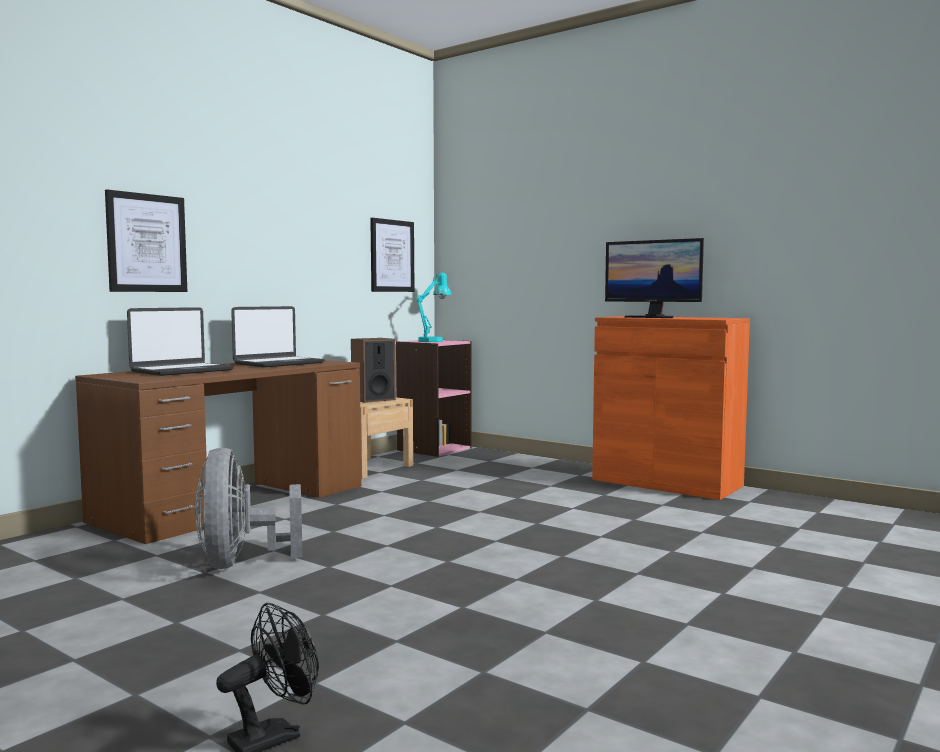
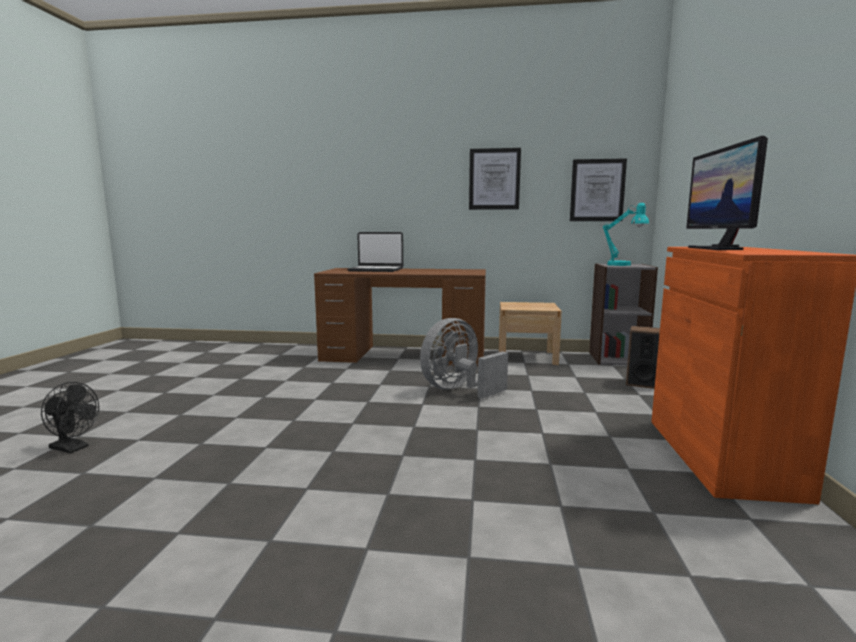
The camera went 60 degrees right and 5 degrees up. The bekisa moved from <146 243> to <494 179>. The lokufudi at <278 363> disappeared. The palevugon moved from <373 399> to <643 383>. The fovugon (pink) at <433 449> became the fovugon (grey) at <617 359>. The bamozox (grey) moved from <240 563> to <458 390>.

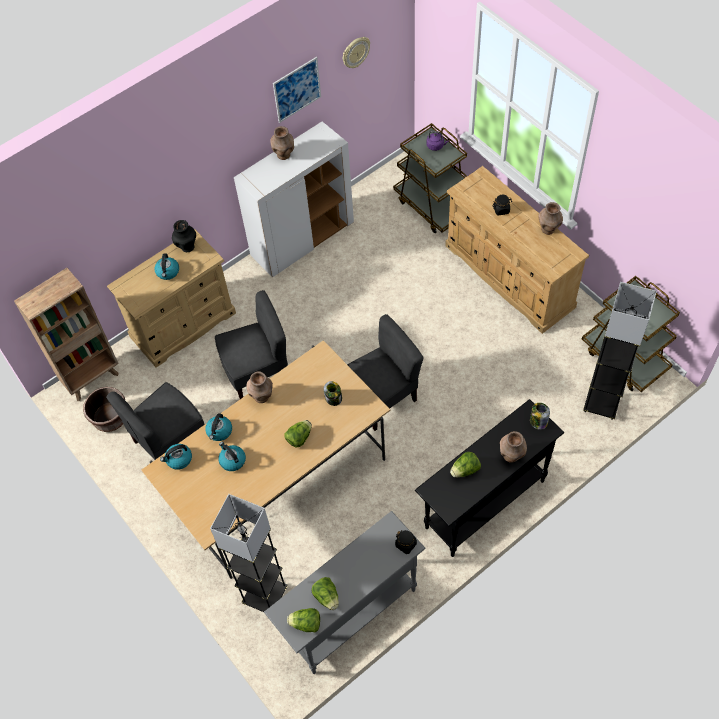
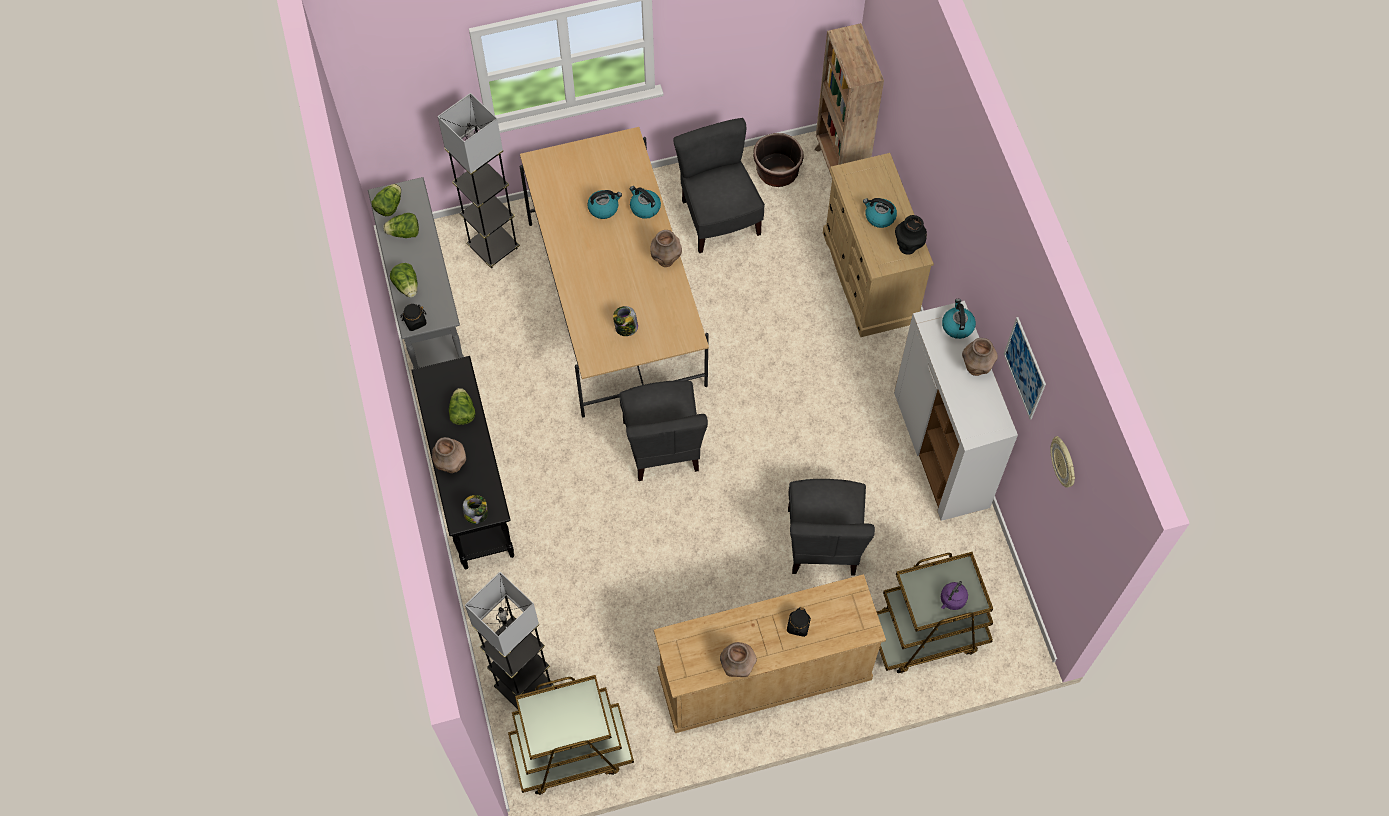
The camera went 110 degrees right and 5 degrees up. The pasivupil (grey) moved from <257 371> to <823 542>. The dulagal moved from <299 437> to <407 286>. The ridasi moved from <179 459> to <957 325>.

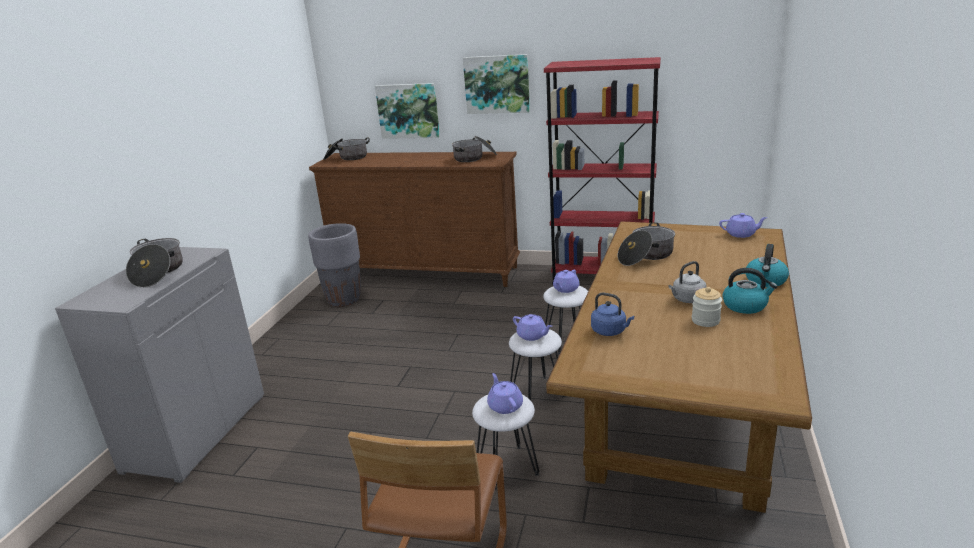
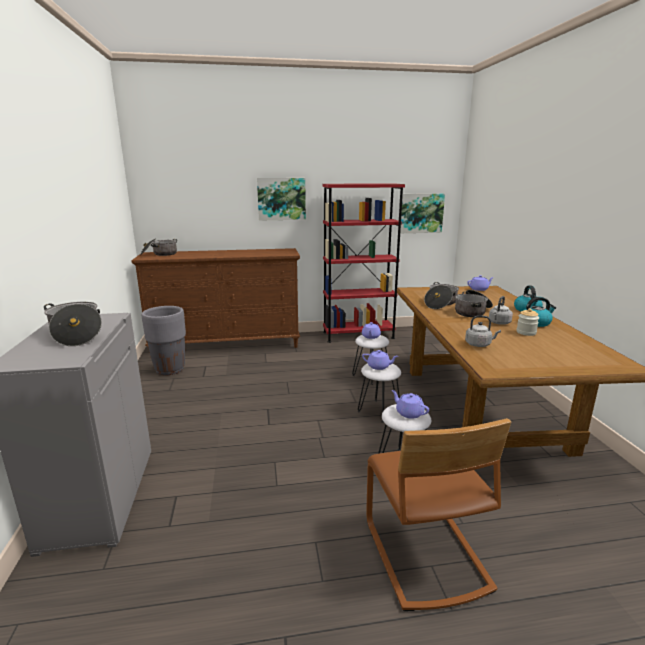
The camera went 25 degrees left and 5 degrees down. The bekisa moved from <408 111> to <420 213>. The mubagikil moved from <475 158> to <472 312>. The ridasi (blue) at <610 331> became the ridasi (grey) at <479 344>.

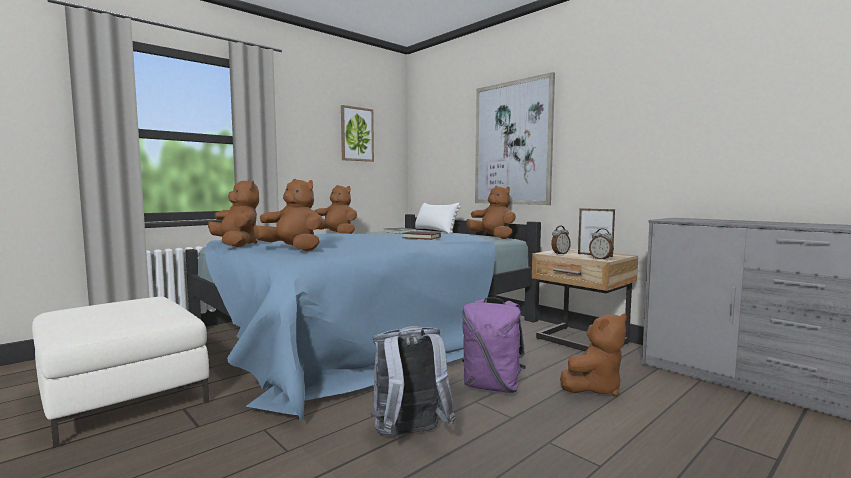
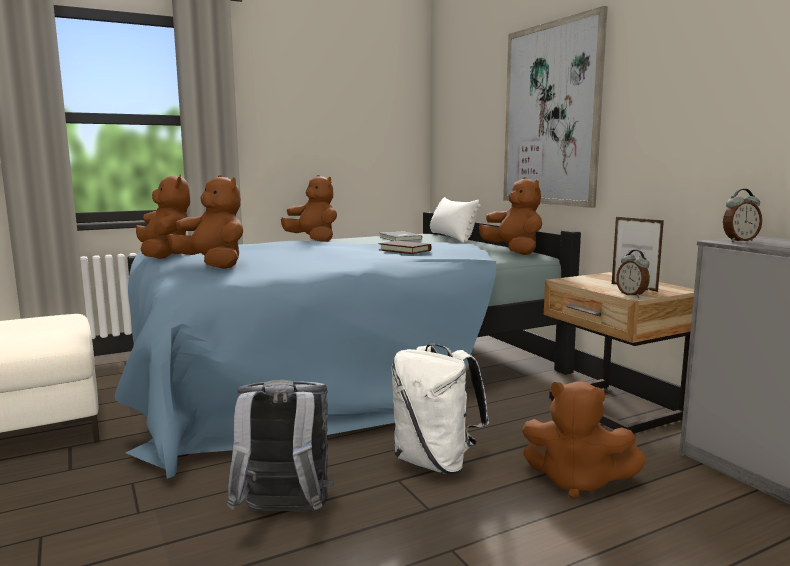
The camera went 15 degrees right and 5 degrees up. The bekisa at <356 134> disappeared. The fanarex moved from <560 254> to <739 241>. The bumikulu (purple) at <492 386> became the bumikulu (white) at <436 462>. The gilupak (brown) at <594 388> turned 45 degrees clockwise.

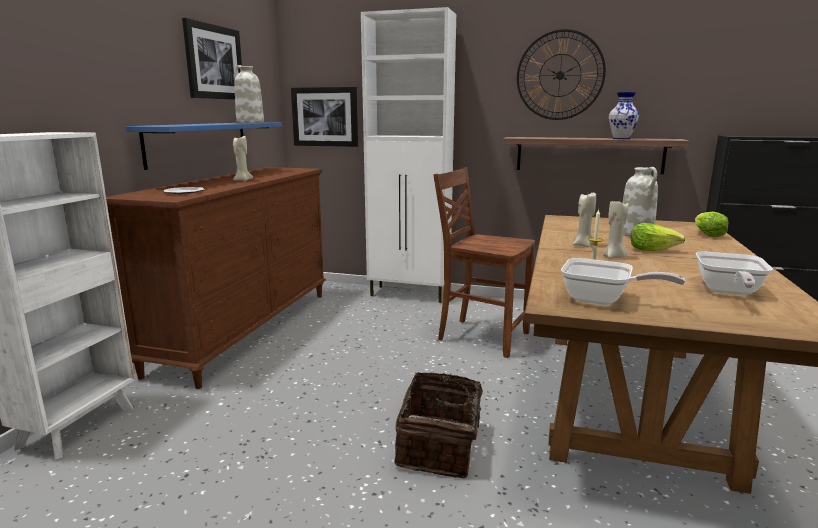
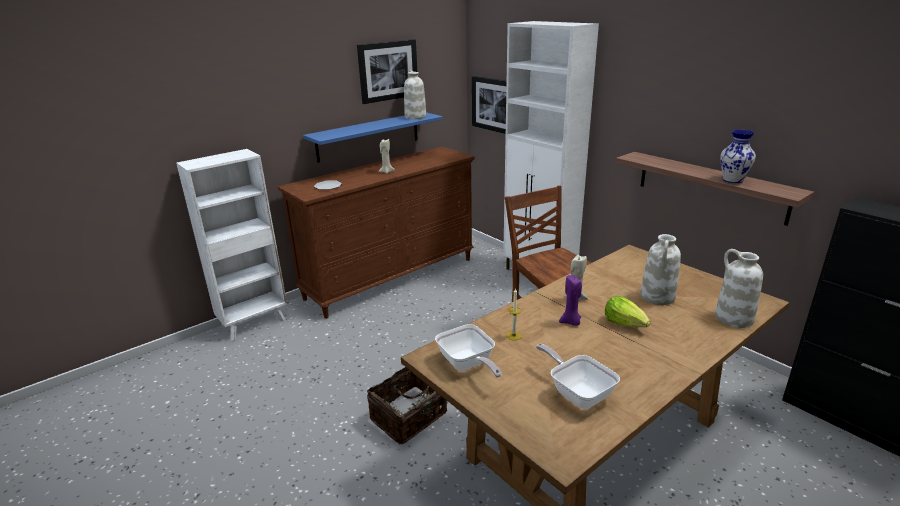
The camera went 35 degrees right and 10 degrees up. The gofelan at <560 75> disappeared. The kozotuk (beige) at <614 257> became the kozotuk (purple) at <571 322>. The dulagal at <707 235> was replaced by the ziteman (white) at <733 318>. The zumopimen at <727 292> turned 90 degrees clockwise.

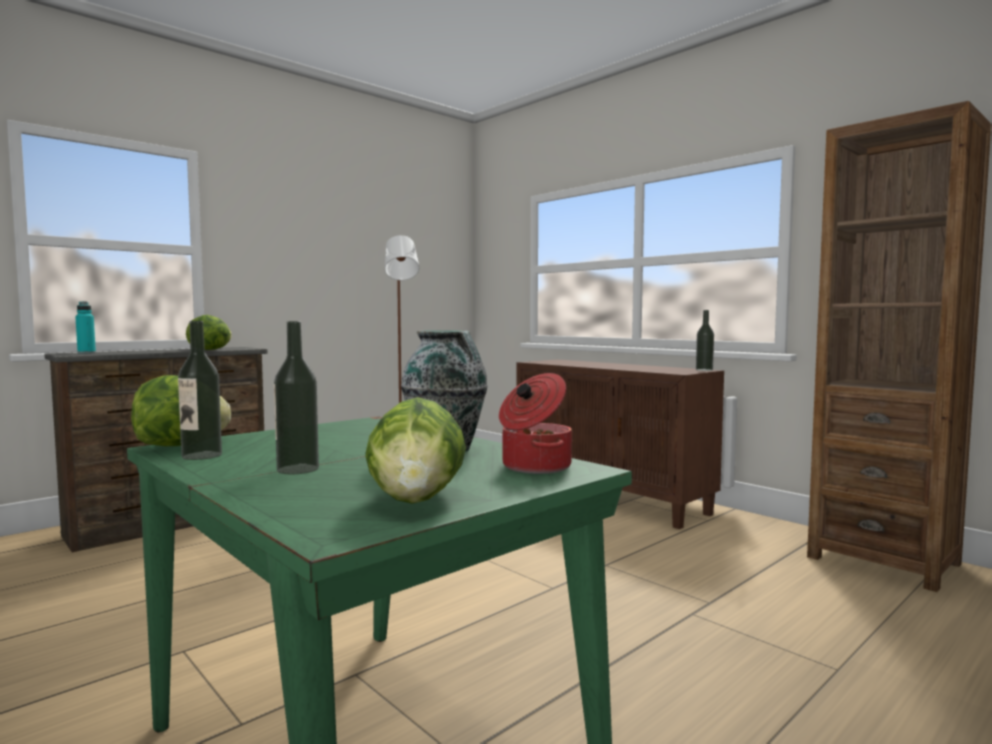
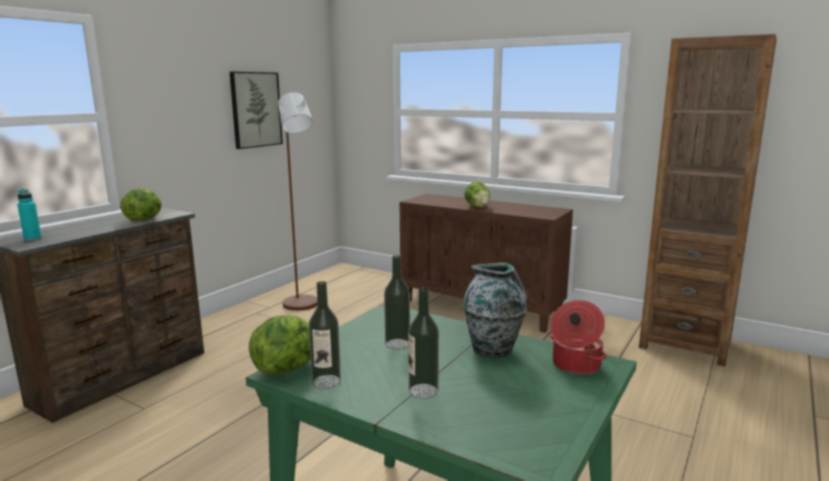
The camera went 15 degrees left and 10 degrees up. The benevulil moved from <704 370> to <397 344>. The dulagal moved from <417 499> to <477 207>. The bekisa at <255 109> appeared.

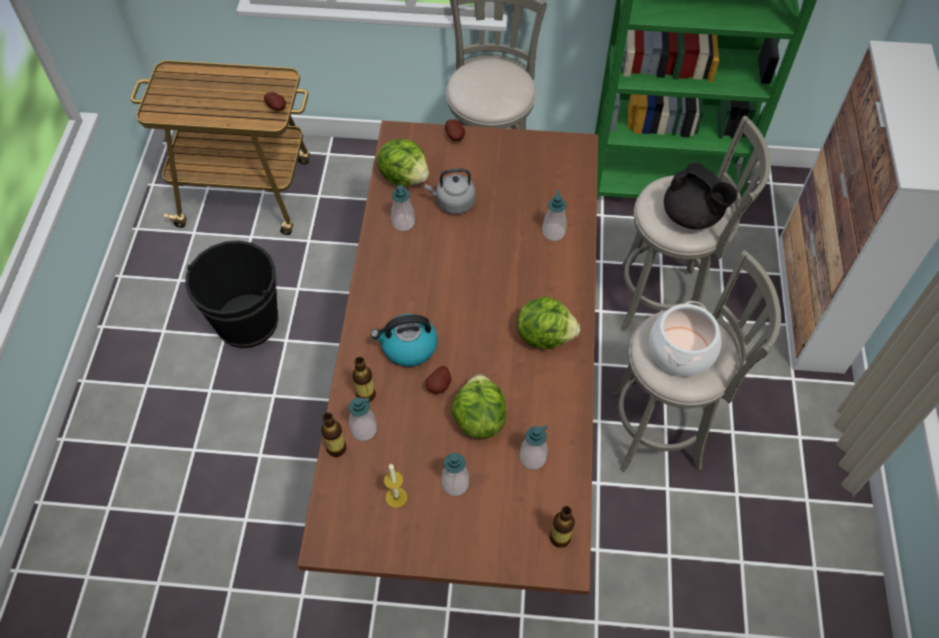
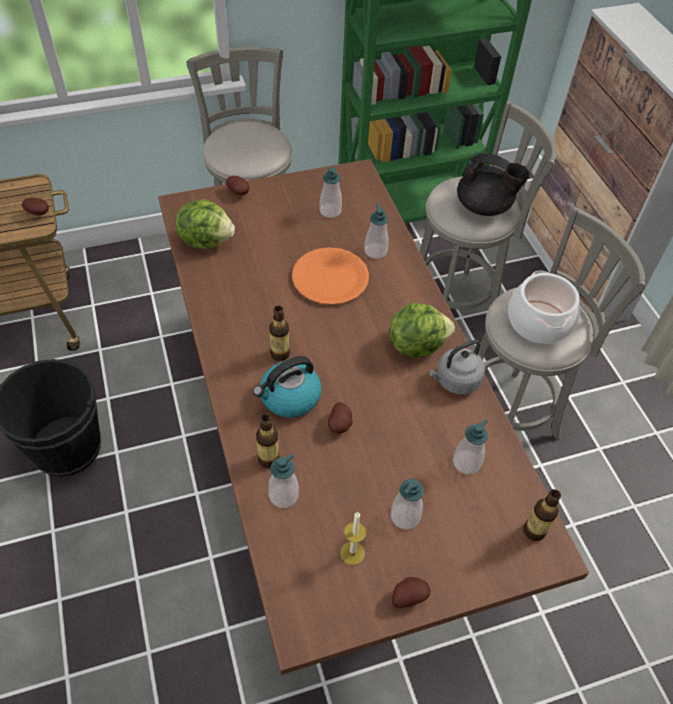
The camera went 25 degrees left and 5 degrees down. The ridasi (grey) moved from <453 203> to <455 381>. The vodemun moved from <403 223> to <330 211>. The dulagal at <479 419> disappeared. The benevulil moved from <336 448> to <280 354>. The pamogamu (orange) at <330 277> appeared. The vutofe at <408 596> appeared.

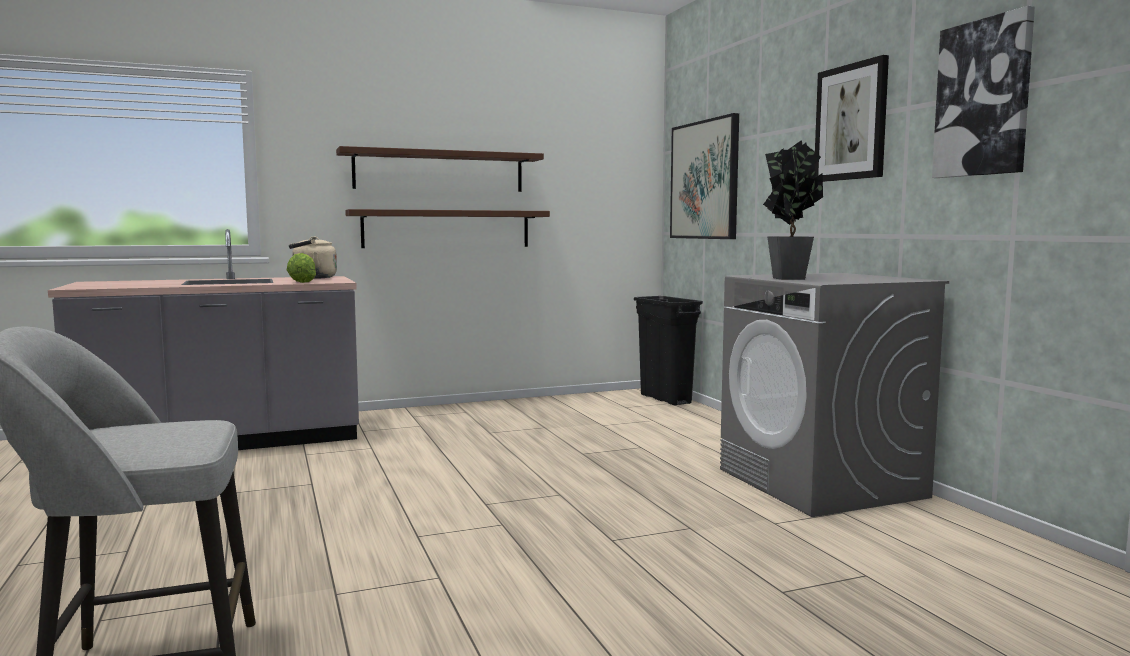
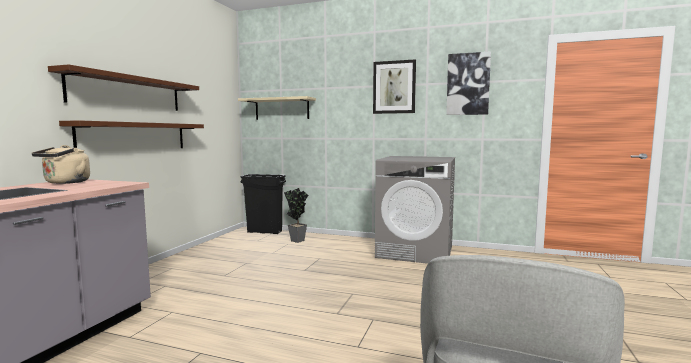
The camera went 50 degrees left and 0 degrees up. The bekisa at <704 180> was replaced by the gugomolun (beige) at <282 109>. The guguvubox moved from <790 278> to <297 240>. The dulagal at <302 282> disappeared.

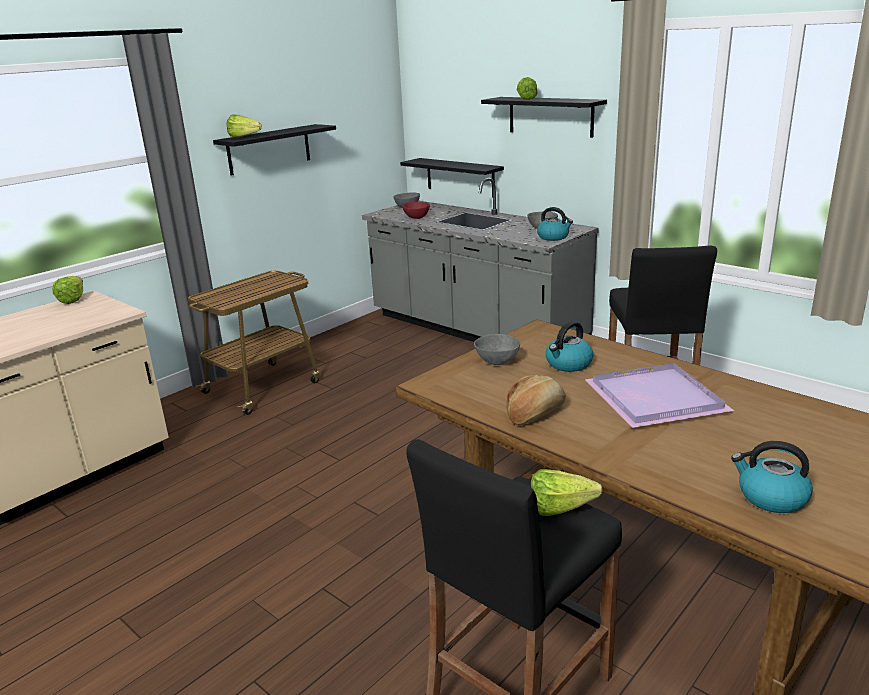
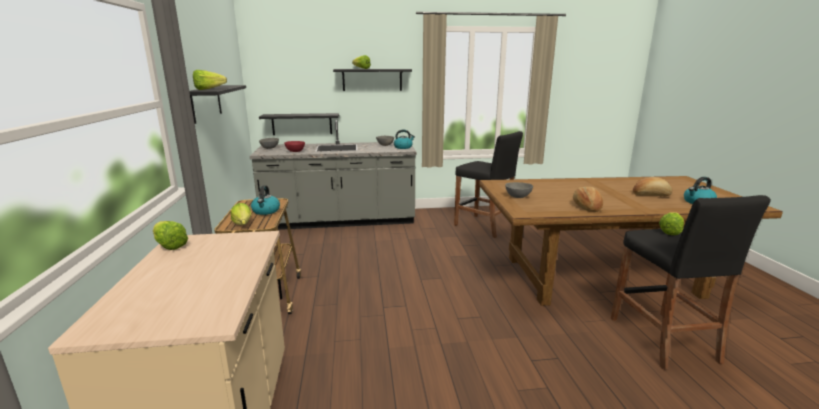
The camera went 50 degrees left and 5 degrees down. The ridasi moved from <568 364> to <266 211>. The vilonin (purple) at <654 400> disappeared. The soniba at <650 195> appeared. The dulagal at <242 226> appeared.

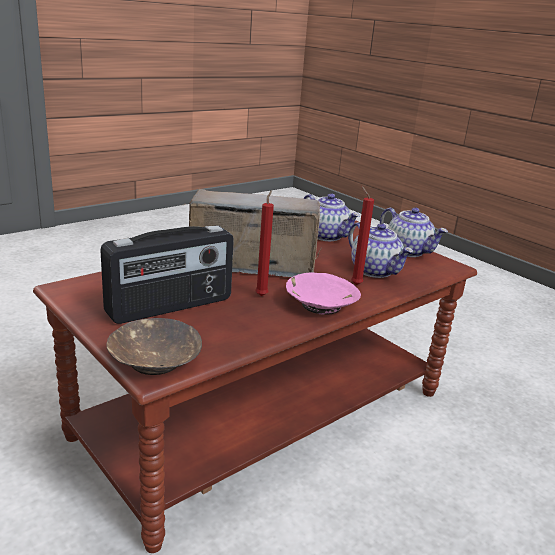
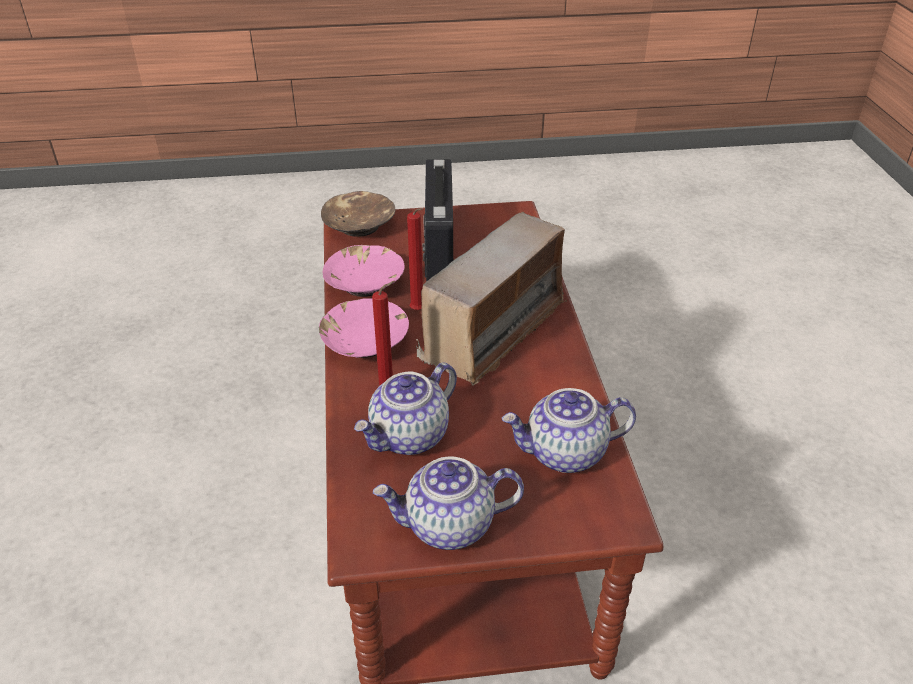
The camera went 125 degrees right and 15 degrees up. The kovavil at <375 271> turned 45 degrees counterclockwise. The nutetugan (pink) at <365 283> appeared.

